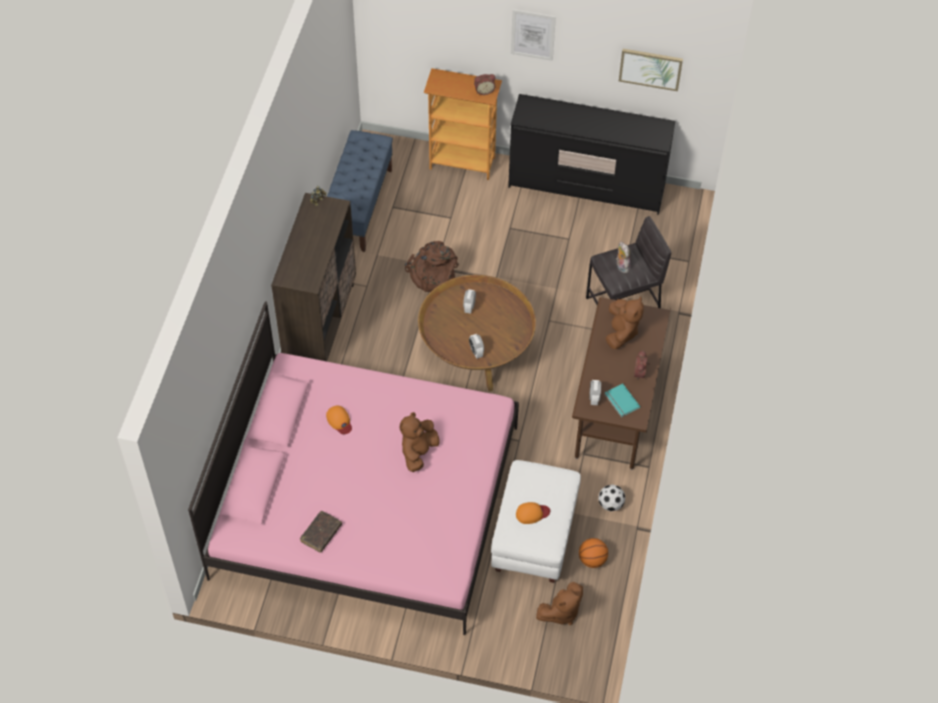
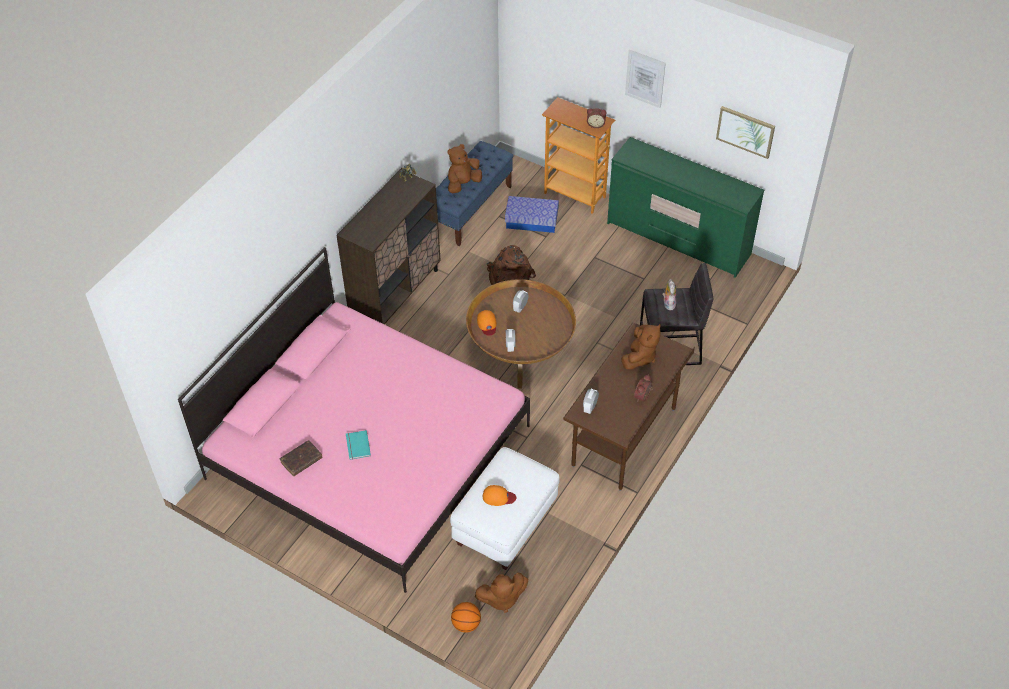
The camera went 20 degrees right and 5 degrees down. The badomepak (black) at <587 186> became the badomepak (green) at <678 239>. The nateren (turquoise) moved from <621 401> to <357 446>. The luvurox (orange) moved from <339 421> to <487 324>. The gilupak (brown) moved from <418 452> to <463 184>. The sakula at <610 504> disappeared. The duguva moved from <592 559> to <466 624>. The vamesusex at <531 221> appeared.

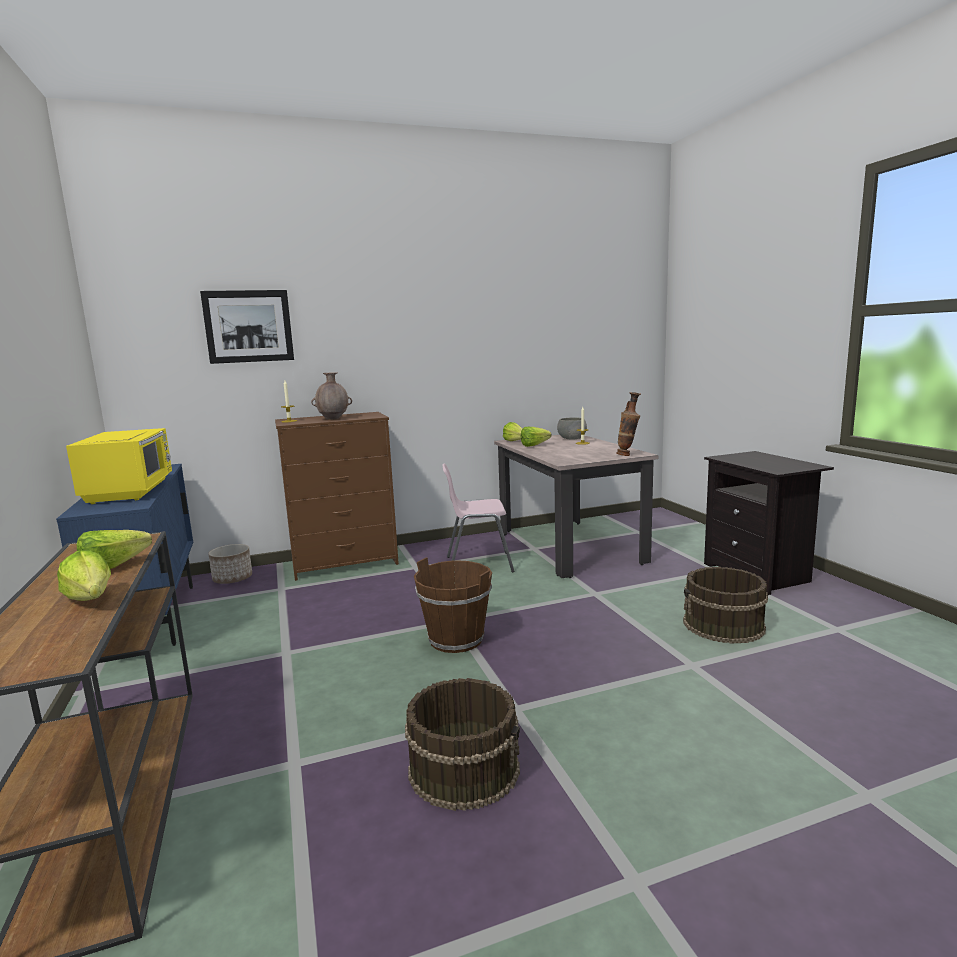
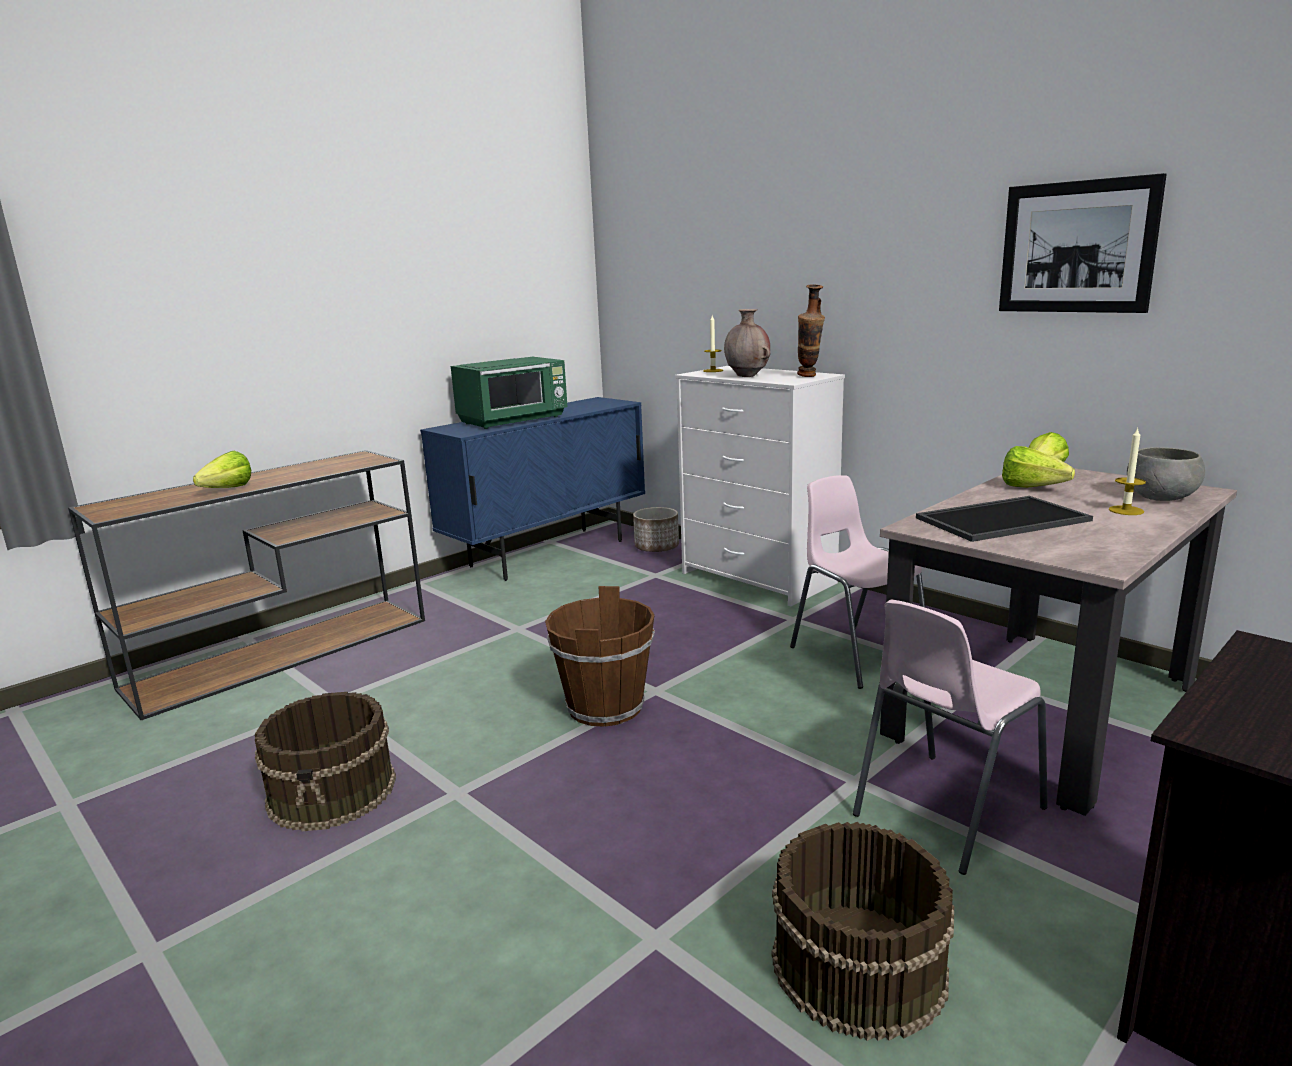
The camera went 65 degrees right and 5 degrees up. The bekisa moved from <248 326> to <1077 247>. The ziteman moved from <628 455> to <809 376>. The badomepak (brown) at <345 562> became the badomepak (white) at <759 578>. The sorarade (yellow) at <131 491> became the sorarade (green) at <514 420>. The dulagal at <120 565> disappeared. The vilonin at <1002 520> appeared. The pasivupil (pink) at <945 811> appeared.

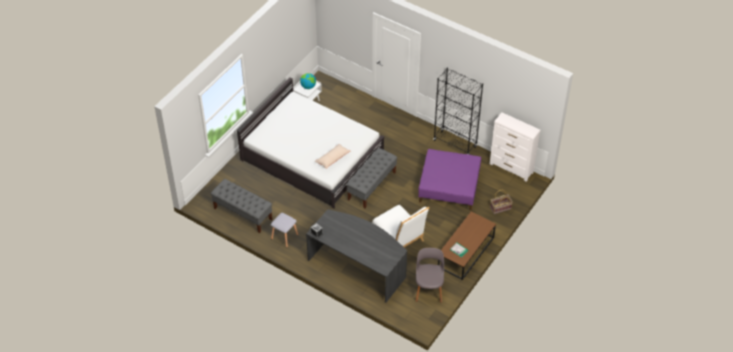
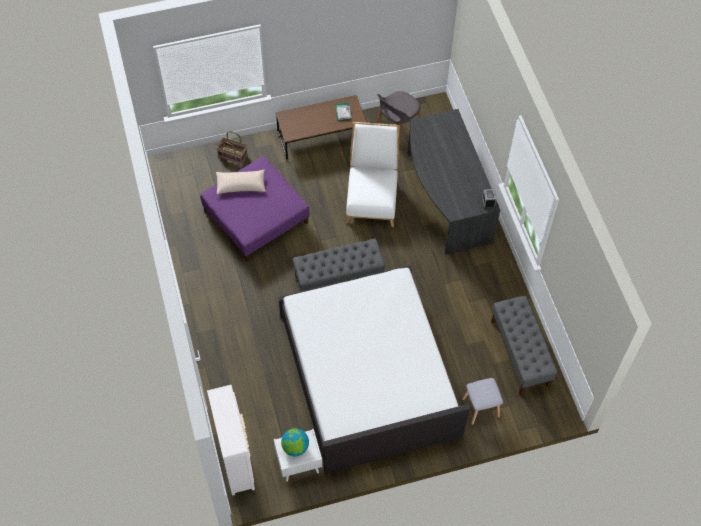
The camera went 140 degrees left and 10 degrees up. The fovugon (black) at <455 143> disappeared. The badomepak (white) moved from <511 168> to <235 460>. The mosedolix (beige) moved from <332 158> to <241 185>. The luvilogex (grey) moved from <284 236> to <481 408>.

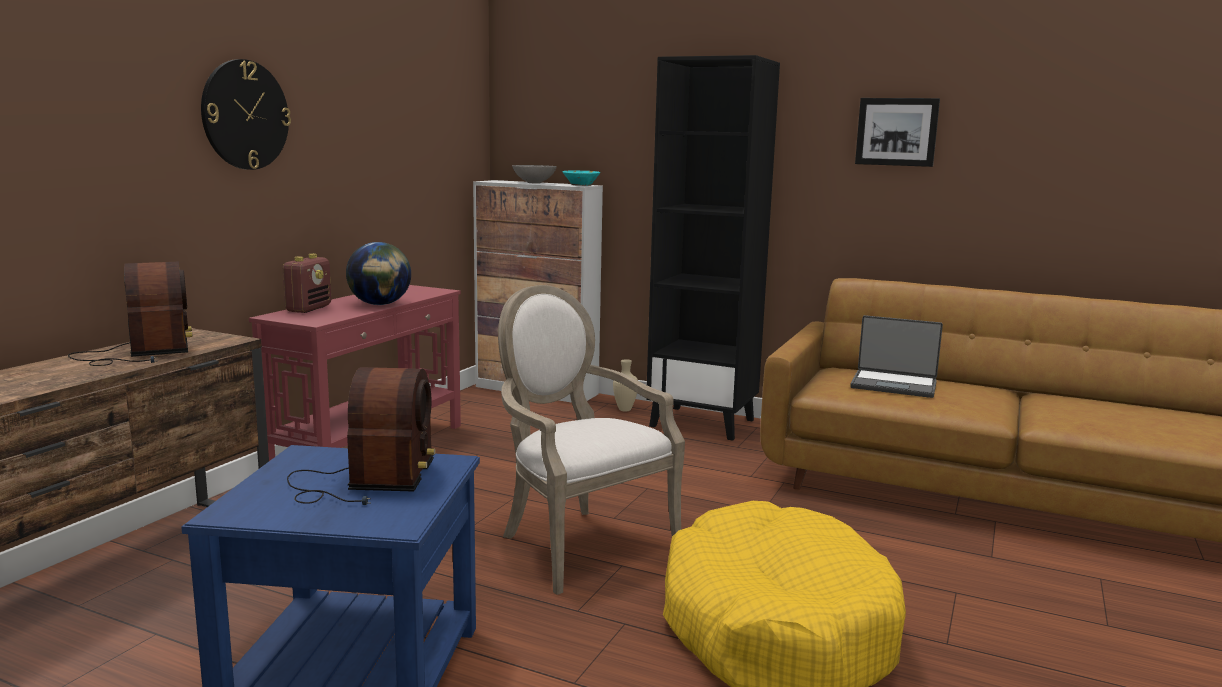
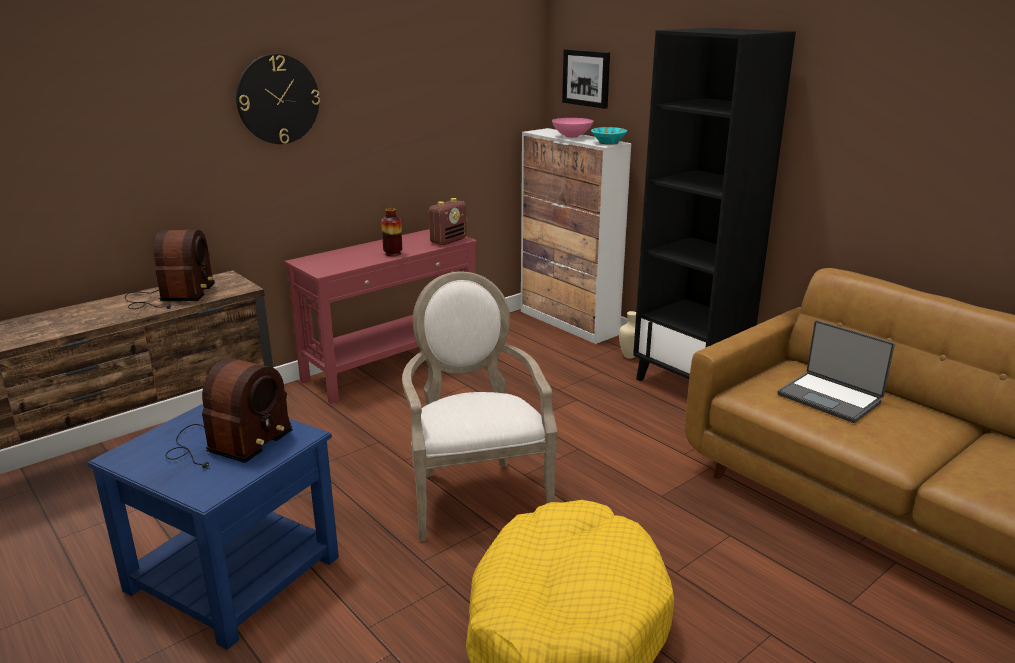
The camera went 25 degrees right and 10 degrees up. The bekisa moved from <896 132> to <586 78>. The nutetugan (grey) at <534 183> became the nutetugan (pink) at <572 136>. The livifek at <380 304> was replaced by the ziteman at <393 254>. The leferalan moved from <309 309> to <448 241>.

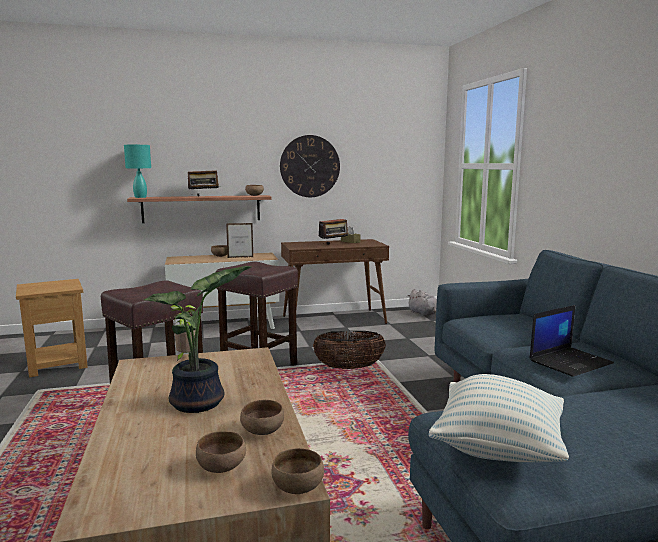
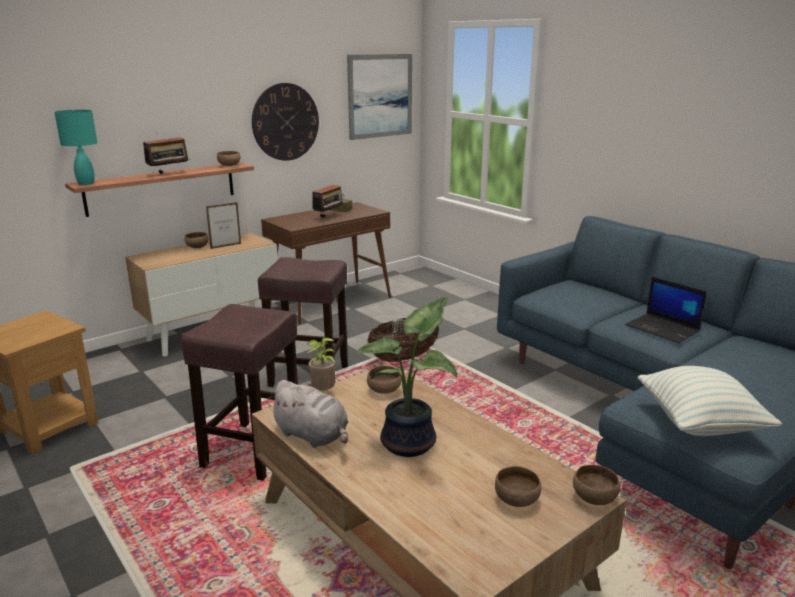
The camera went 25 degrees left and 10 degrees up. The gilupak (grey) moved from <423 314> to <313 436>. The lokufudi at <570 361> turned 105 degrees clockwise. The nutetugan (brown) moved from <262 431> to <384 391>. The bekisa at <380 96> appeared.

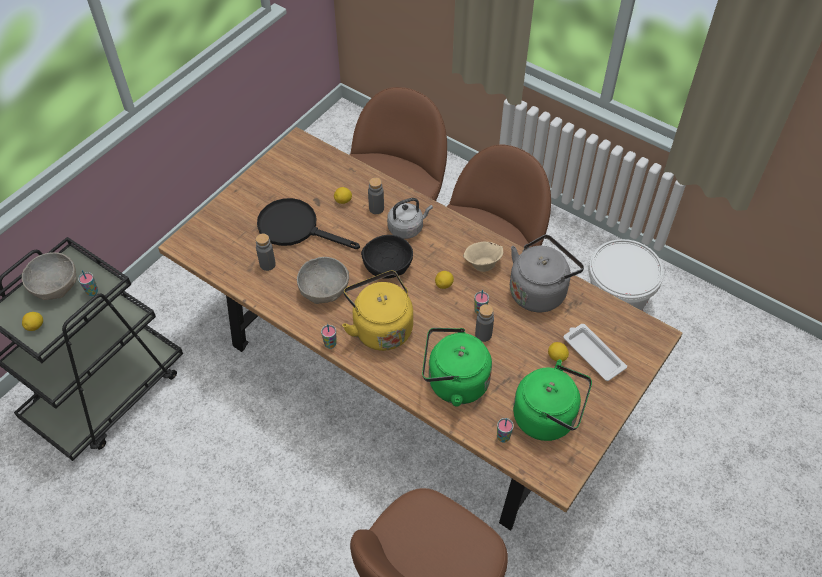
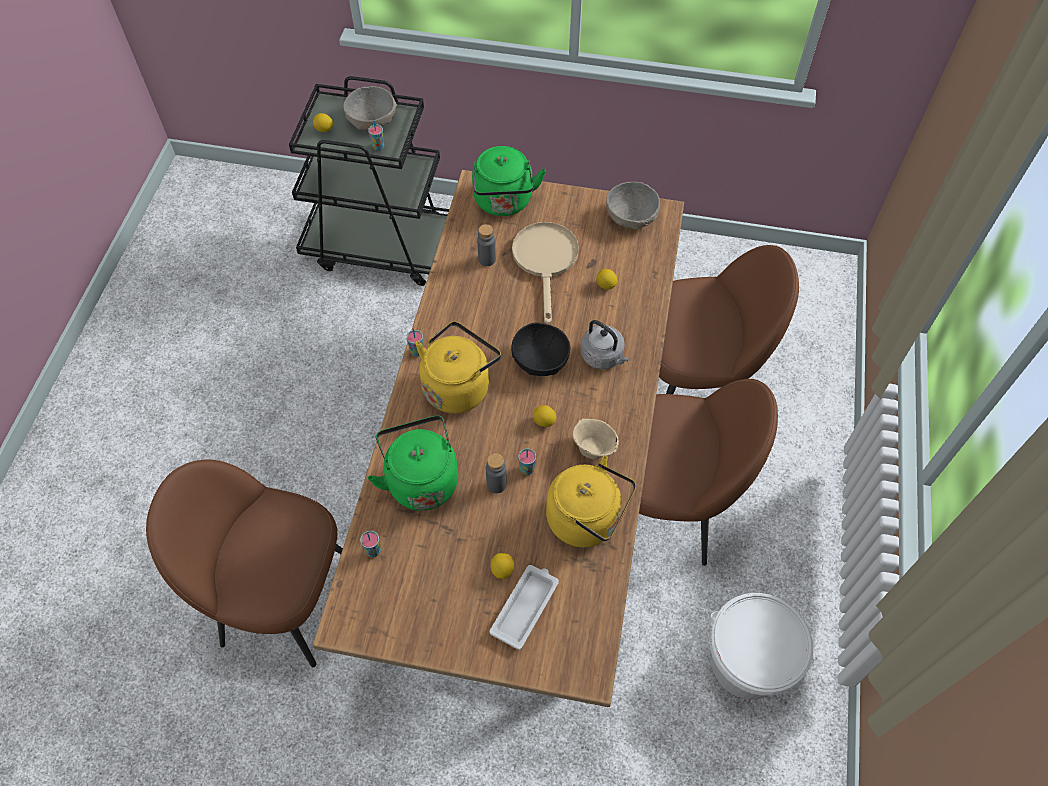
The camera went 65 degrees right and 5 degrees up. The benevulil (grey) at <376 208> disappeared. The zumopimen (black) at <296 228> became the zumopimen (beige) at <546 261>. The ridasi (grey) at <539 291> became the ridasi (yellow) at <587 520>. The nutetugan (grey) moved from <324 290> to <631 217>. The ridasi (green) moved from <548 418> to <504 202>.

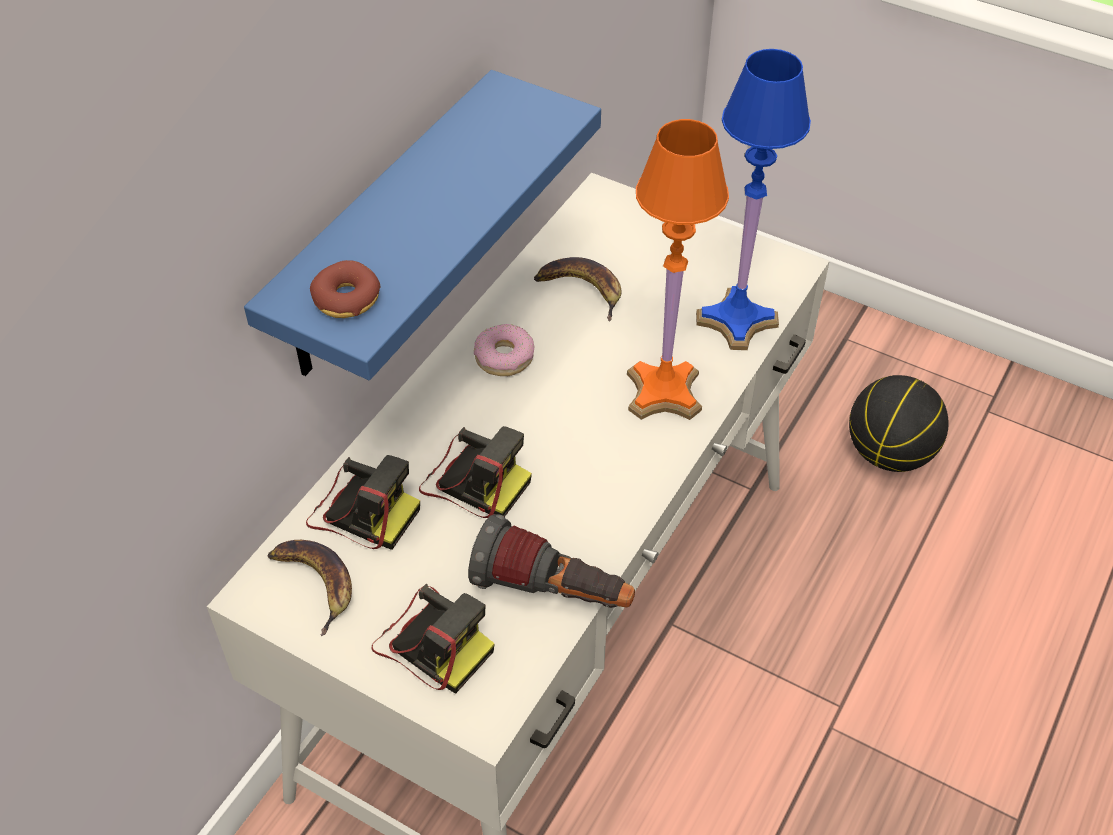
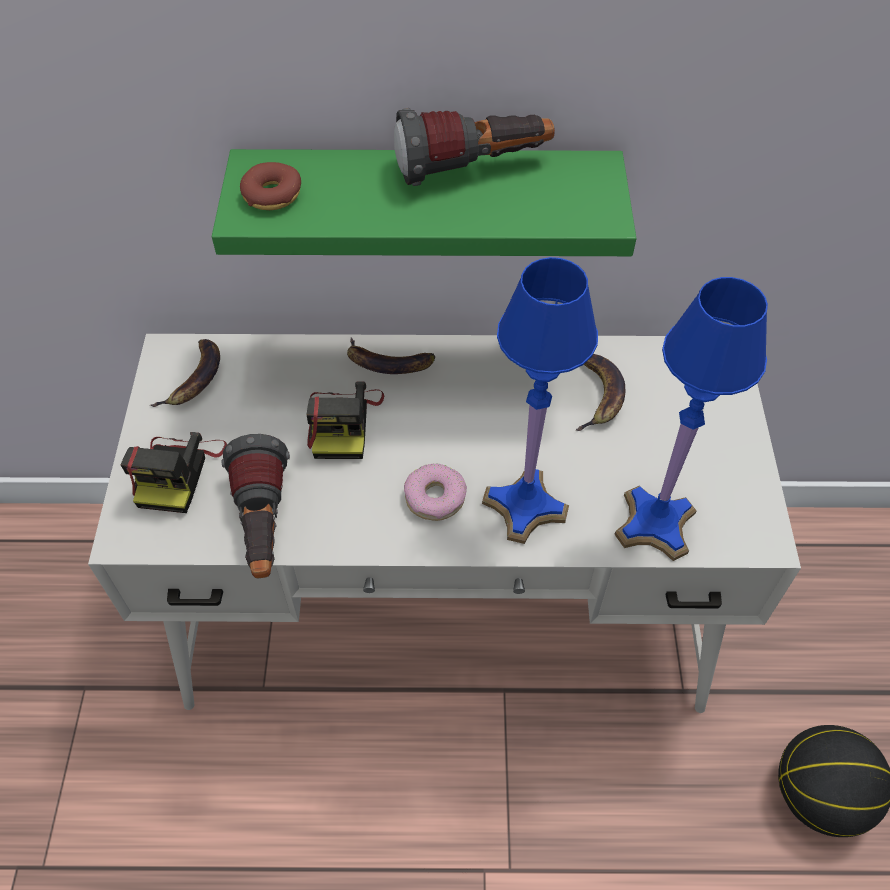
The camera went 60 degrees right and 5 degrees up. The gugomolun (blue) at <385 230> became the gugomolun (green) at <427 201>. The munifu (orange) at <662 392> became the munifu (blue) at <524 505>. The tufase moved from <504 357> to <435 497>. The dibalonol at <362 511> disappeared. The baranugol at <473 169> appeared. The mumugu at <387 363> appeared.

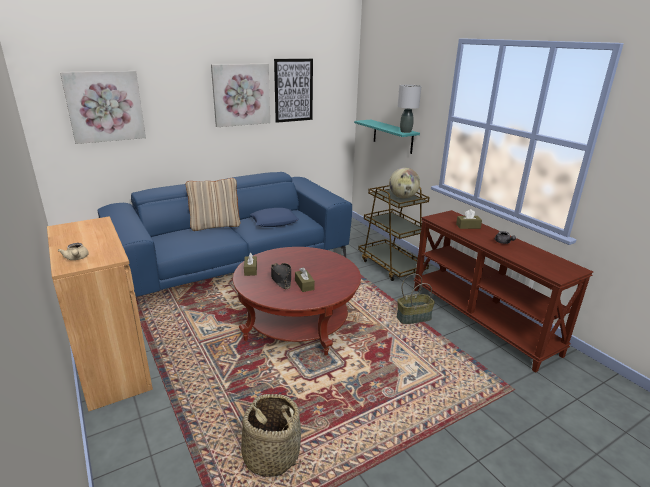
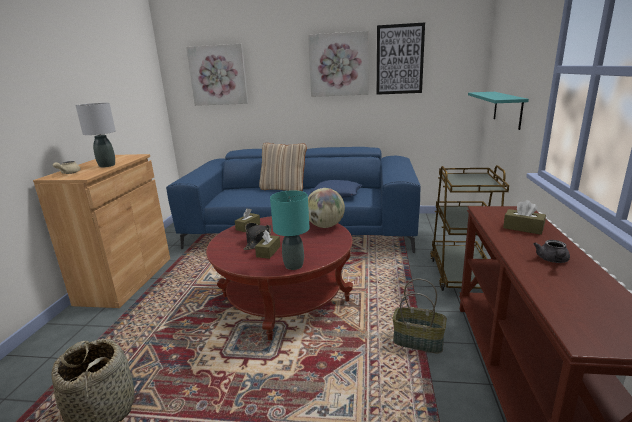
The camera went 40 degrees right and 5 degrees down. The munifu (grey) moved from <405 131> to <107 165>. The livifek moved from <402 197> to <325 226>. The munifu (turquoise) at <294 266> appeared.

